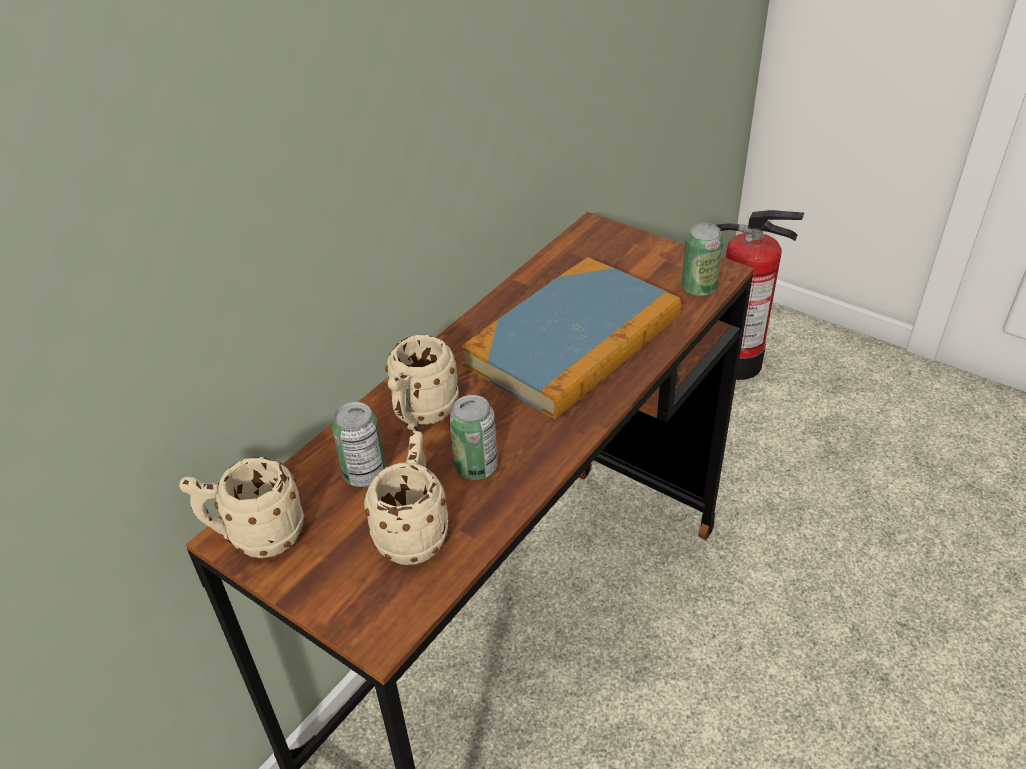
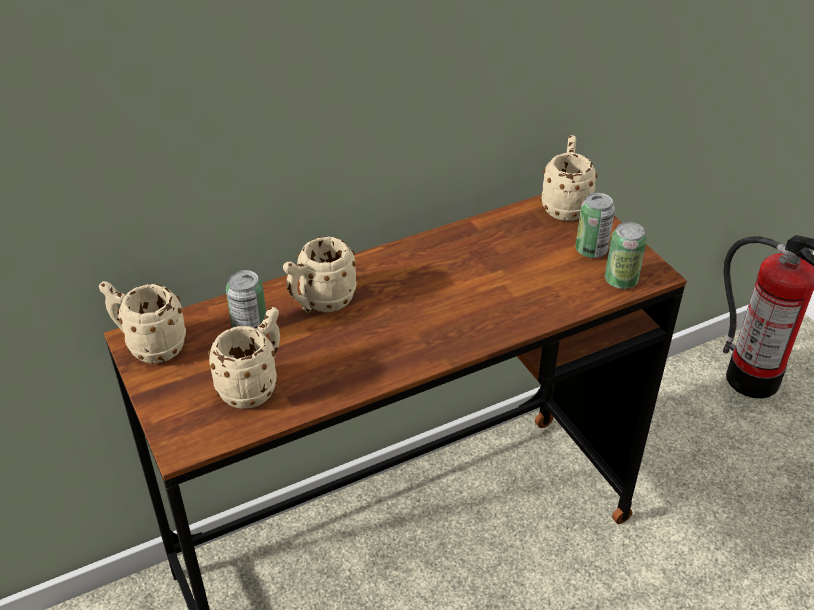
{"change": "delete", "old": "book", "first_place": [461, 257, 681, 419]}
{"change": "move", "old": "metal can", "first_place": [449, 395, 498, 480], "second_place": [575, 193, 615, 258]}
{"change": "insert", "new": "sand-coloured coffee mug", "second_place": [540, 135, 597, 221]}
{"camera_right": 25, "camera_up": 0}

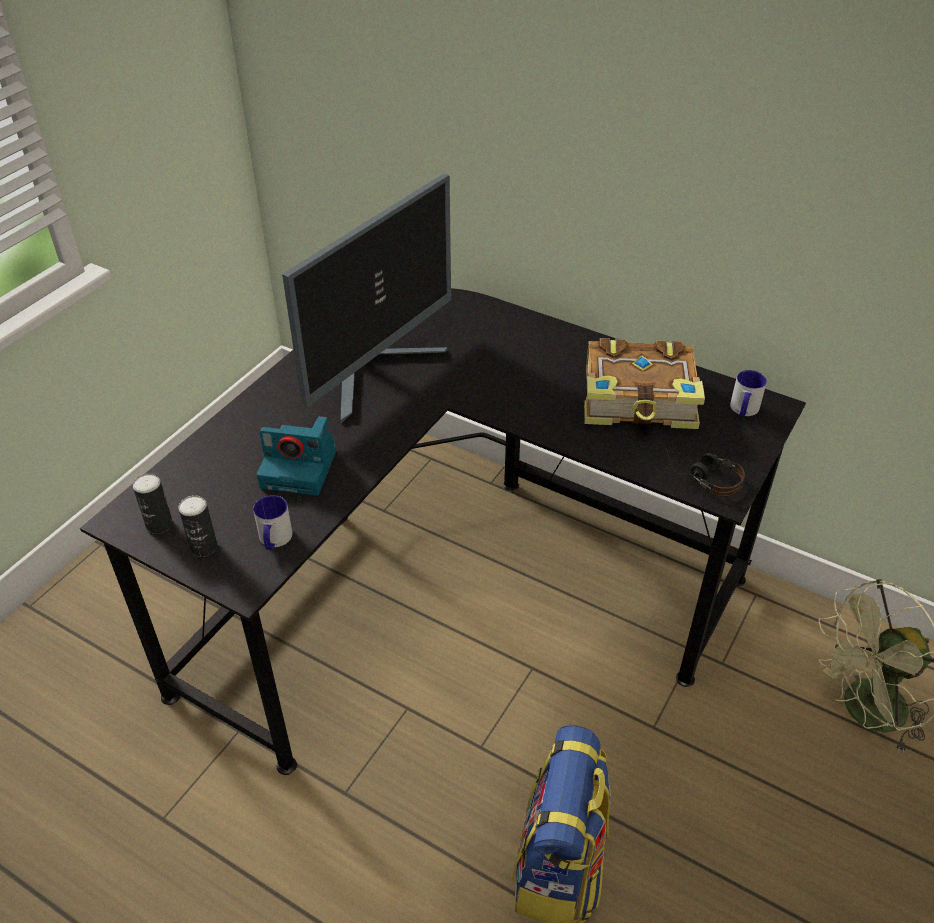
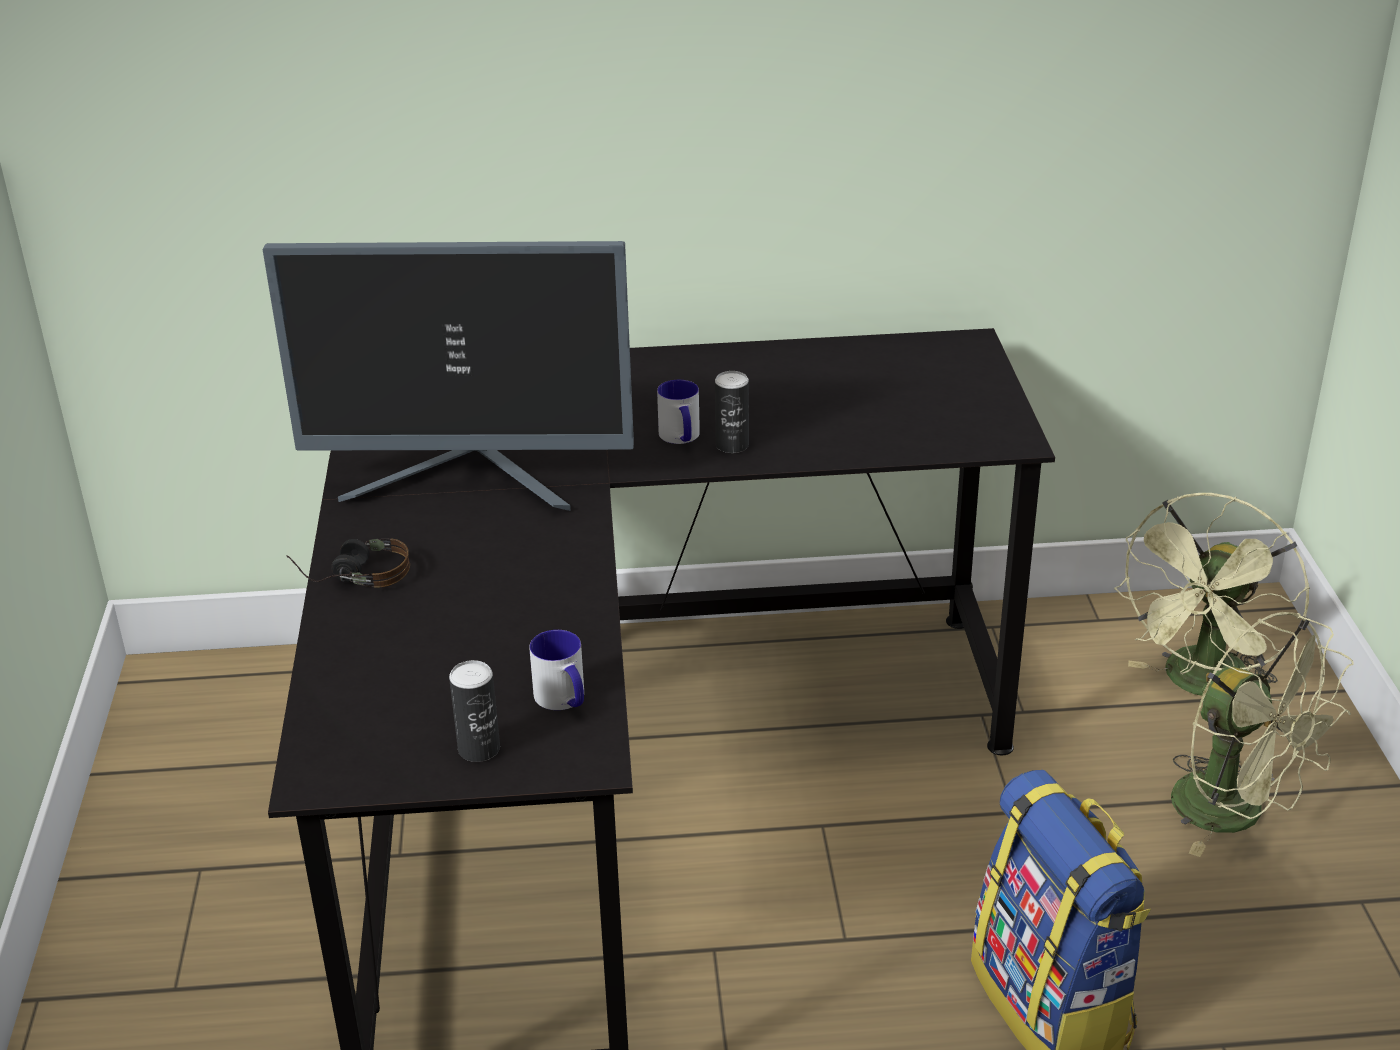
{"change": "rotate", "old": "computer screen", "first_place": [282, 174, 451, 423], "second_place": [263, 241, 634, 511], "degrees": 90}
{"change": "delete", "old": "book", "first_place": [584, 338, 705, 429]}
{"change": "move", "old": "coffee mug", "first_place": [730, 370, 767, 416], "second_place": [657, 380, 700, 444]}
{"change": "delete", "old": "still camera", "first_place": [257, 416, 336, 496]}
{"change": "move", "old": "headset", "first_place": [666, 449, 745, 496], "second_place": [286, 538, 410, 588]}
{"change": "move", "old": "metal can", "first_place": [133, 473, 173, 534], "second_place": [715, 371, 749, 453]}
{"change": "insert", "new": "green electric fan", "second_place": [1171, 612, 1354, 857]}
{"camera_right": -35, "camera_up": -10}

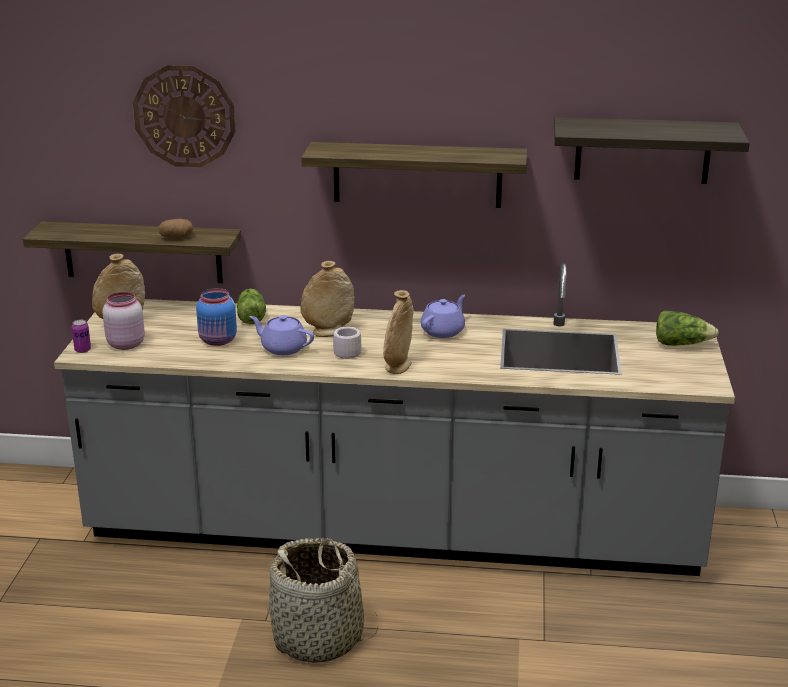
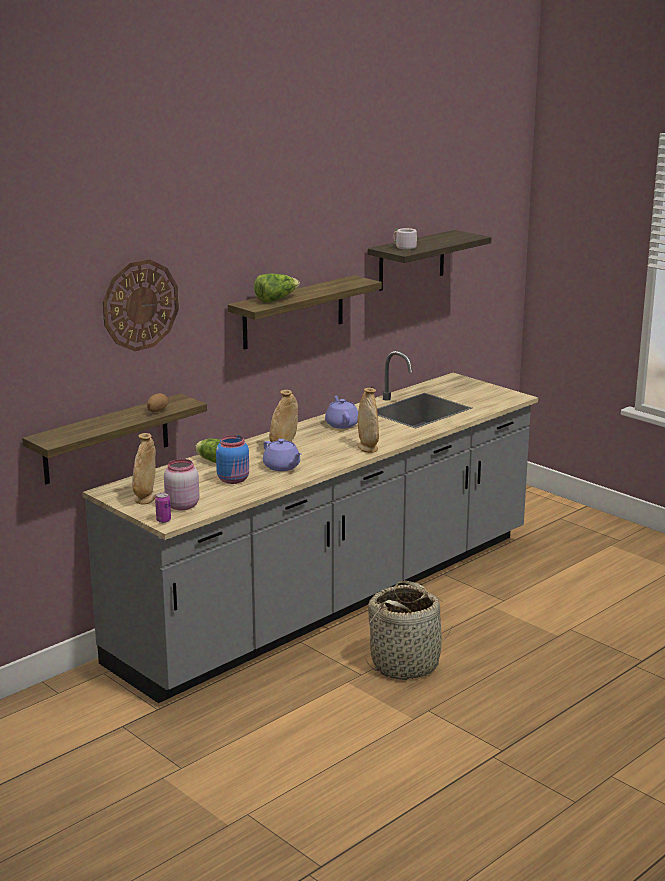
{"change": "move", "old": "lettuce head", "first_place": [656, 310, 719, 346], "second_place": [254, 274, 300, 302]}
{"change": "rotate", "old": "purple pot for tea", "first_place": [249, 315, 314, 355], "second_place": [263, 439, 302, 471], "degrees": -105}
{"change": "move", "old": "grey coffee mug", "first_place": [333, 327, 361, 359], "second_place": [393, 228, 417, 252]}
{"camera_right": -50, "camera_up": -5}

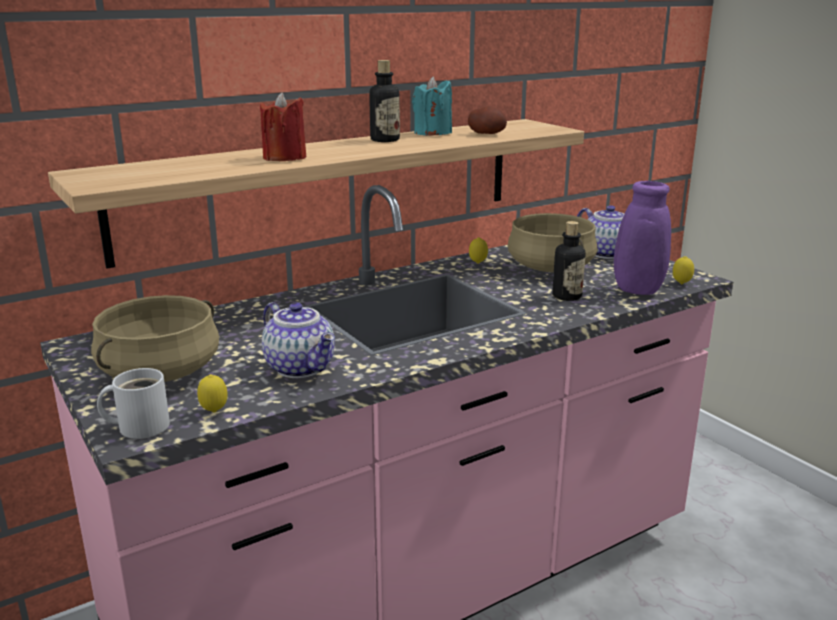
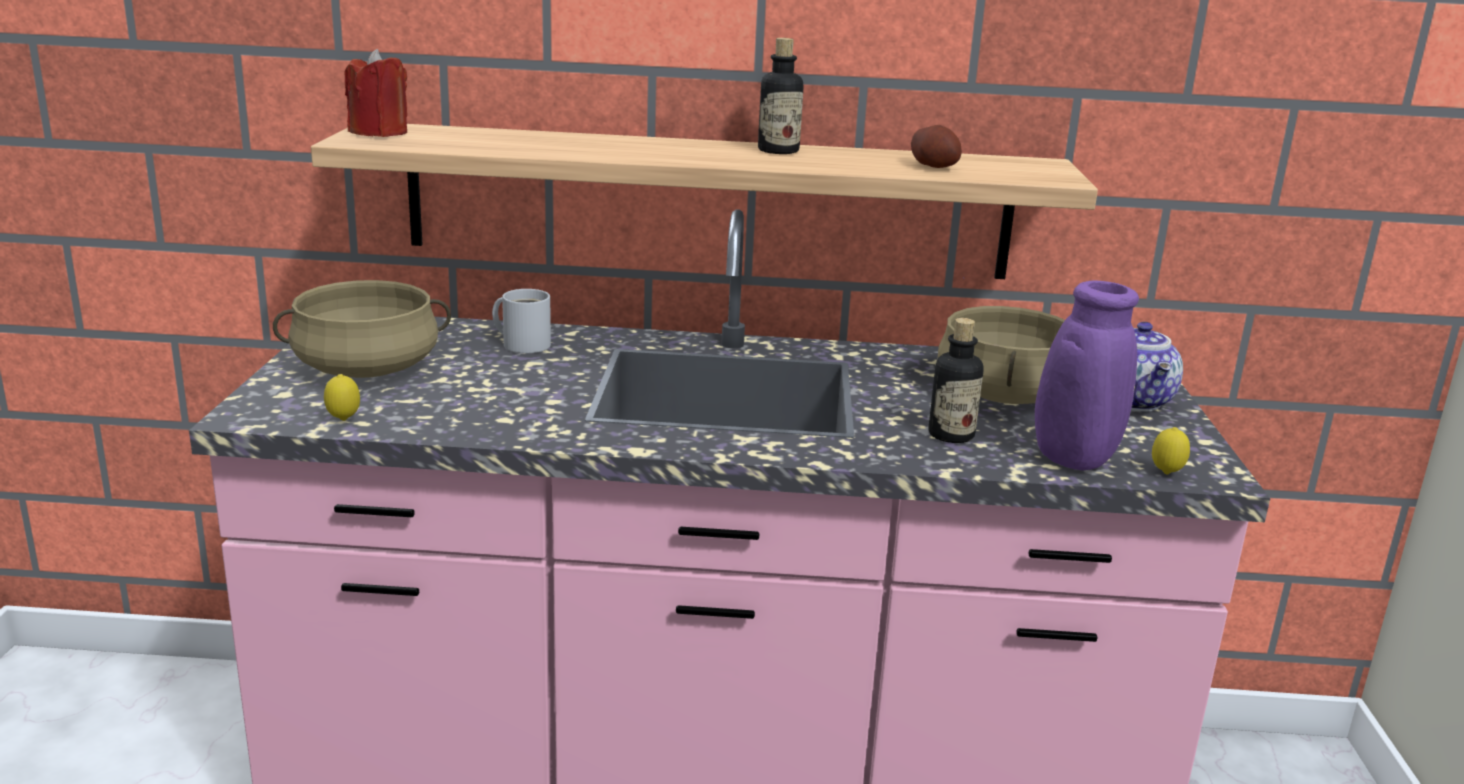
{"change": "delete", "old": "turquoise-coloured candle", "first_place": [412, 76, 452, 136]}
{"change": "move", "old": "red-coloured candle", "first_place": [260, 92, 307, 161], "second_place": [345, 49, 407, 137]}
{"change": "delete", "old": "whole lemon", "first_place": [469, 237, 488, 264]}
{"change": "delete", "old": "pot for tea", "first_place": [262, 302, 335, 378]}
{"change": "move", "old": "whitish coffee mug", "first_place": [97, 368, 170, 439], "second_place": [492, 289, 551, 353]}
{"camera_right": 35, "camera_up": 0}

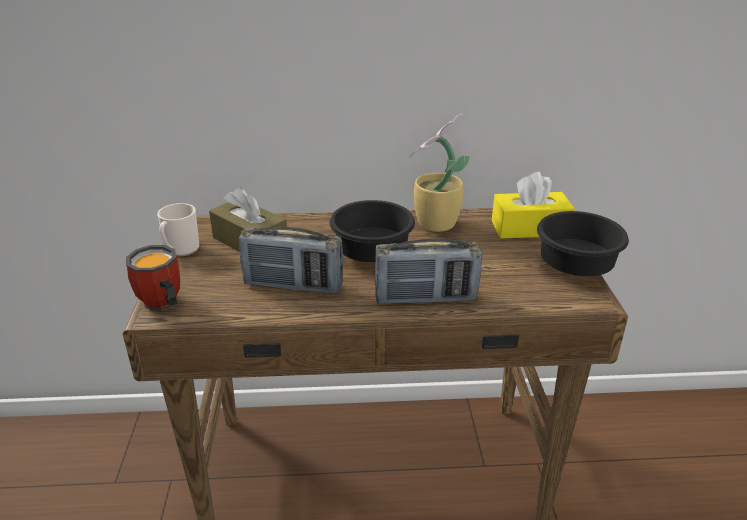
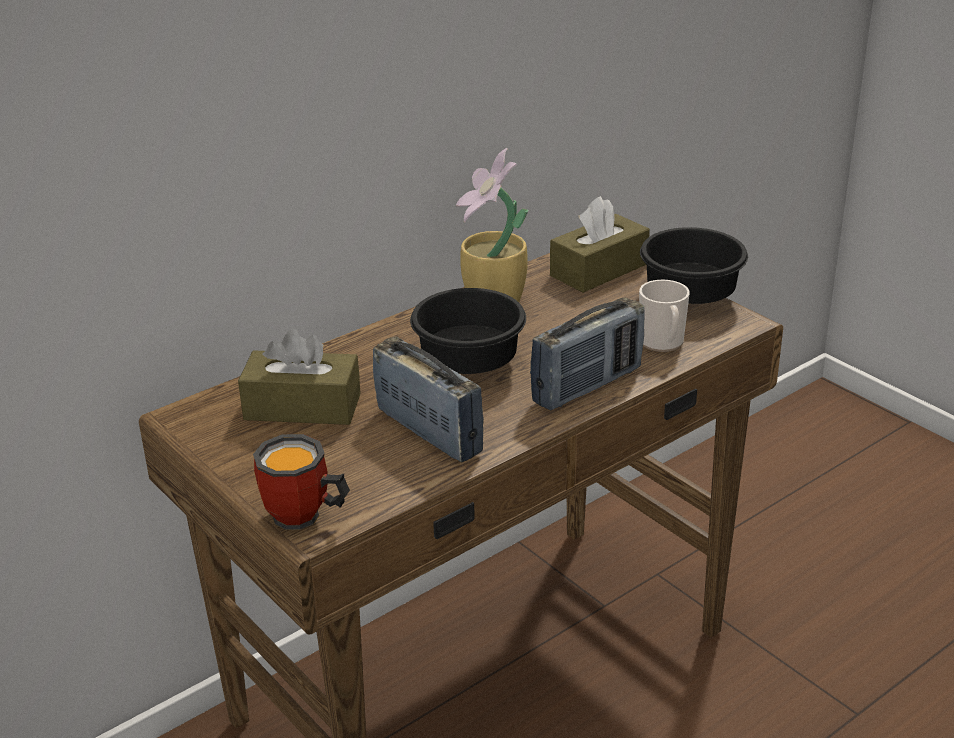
{"change": "recolor", "old": "yellow tissue box", "new": "brown tissue box", "first_place": [492, 172, 575, 239], "second_place": [550, 196, 650, 293]}
{"change": "move", "old": "coffee mug", "first_place": [157, 203, 199, 256], "second_place": [639, 280, 690, 352]}
{"change": "rotate", "old": "radio receiver", "first_place": [239, 227, 343, 294], "second_place": [373, 336, 484, 463], "degrees": -105}
{"camera_right": -35, "camera_up": 0}

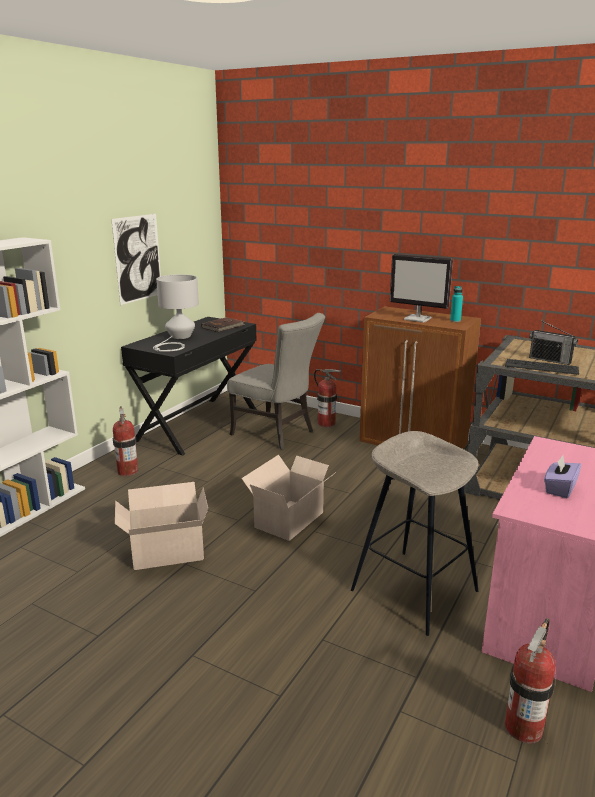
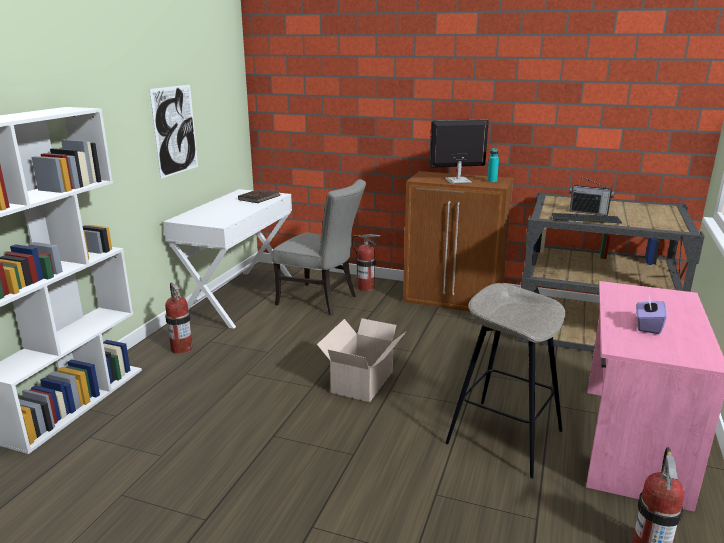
{"change": "rotate", "old": "computer screen", "first_place": [390, 254, 453, 322], "second_place": [429, 119, 489, 183], "degrees": 150}
{"change": "delete", "old": "grey lamp for a table", "first_place": [153, 274, 199, 352]}
{"change": "recolor", "old": "black desk unit", "new": "whitish desk unit", "first_place": [121, 317, 257, 456], "second_place": [163, 189, 292, 329]}
{"change": "delete", "old": "cardboard box", "first_place": [115, 482, 208, 570]}
{"camera_right": -10, "camera_up": 0}

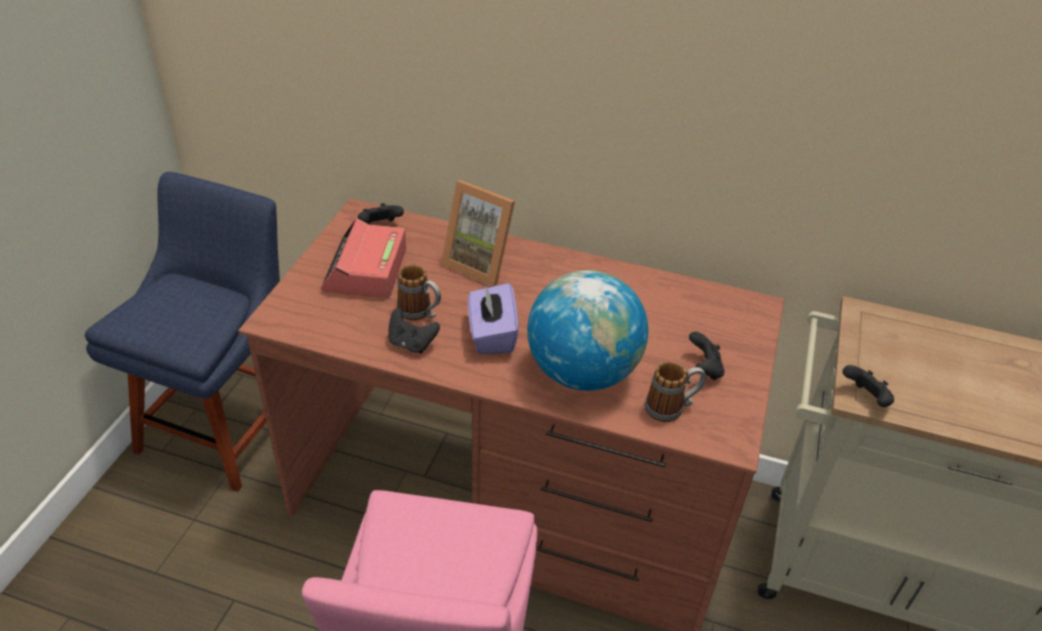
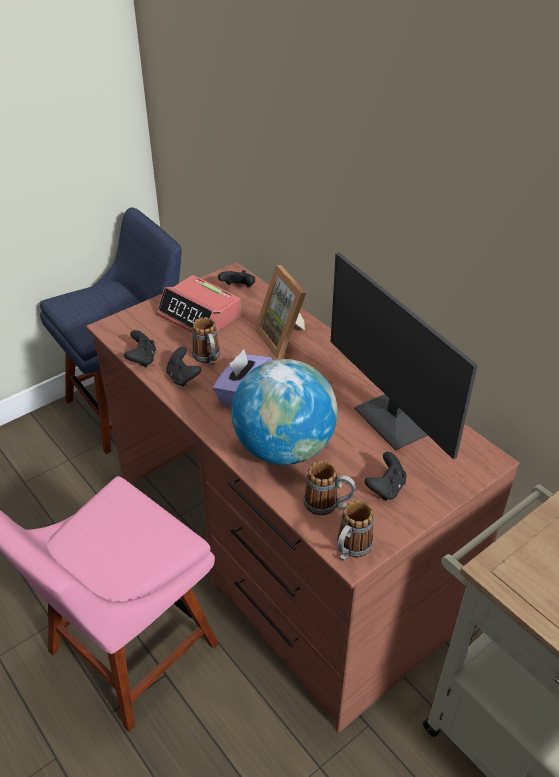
{"change": "rotate", "old": "table clock", "first_place": [321, 218, 406, 298], "second_place": [157, 275, 241, 332], "degrees": -90}
{"change": "move", "old": "black gamepad", "first_place": [843, 365, 894, 407], "second_place": [124, 330, 156, 367]}
{"change": "insert", "new": "computer screen", "second_place": [331, 252, 478, 459]}
{"change": "insert", "new": "coffee mug", "second_place": [337, 500, 374, 561]}
{"camera_right": 35, "camera_up": 0}

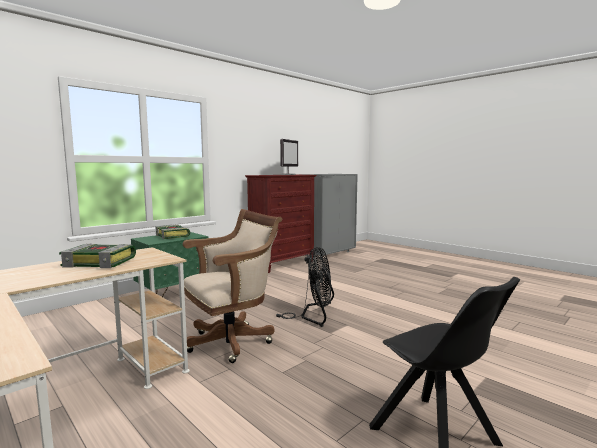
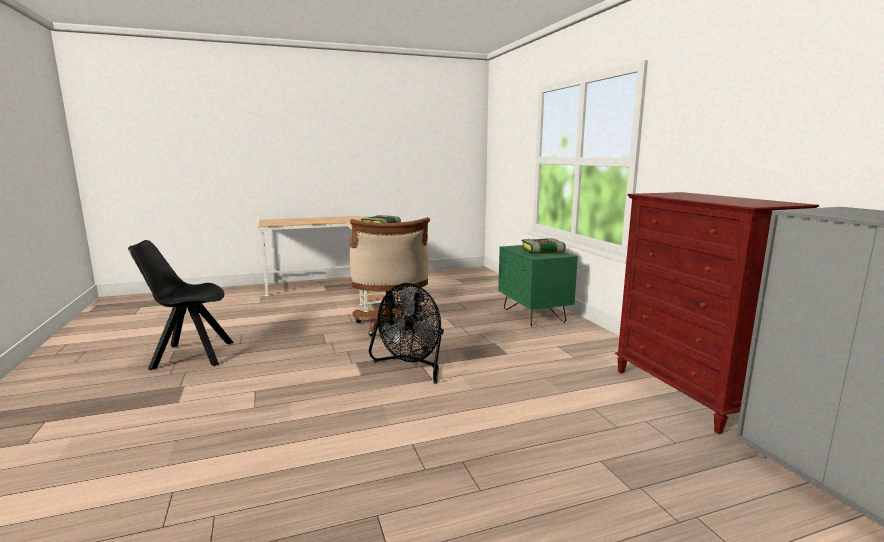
{"change": "delete", "old": "computer screen", "first_place": [280, 139, 298, 175]}
{"camera_right": 115, "camera_up": 5}

